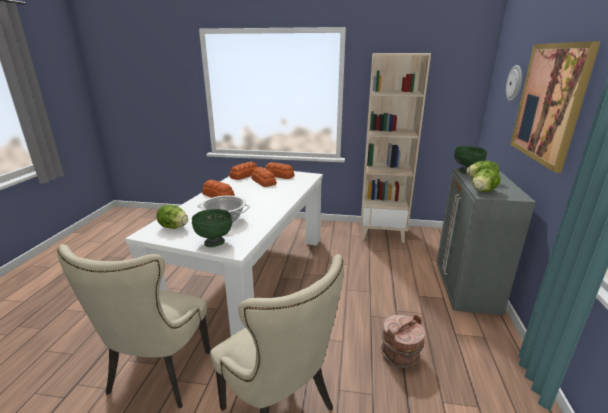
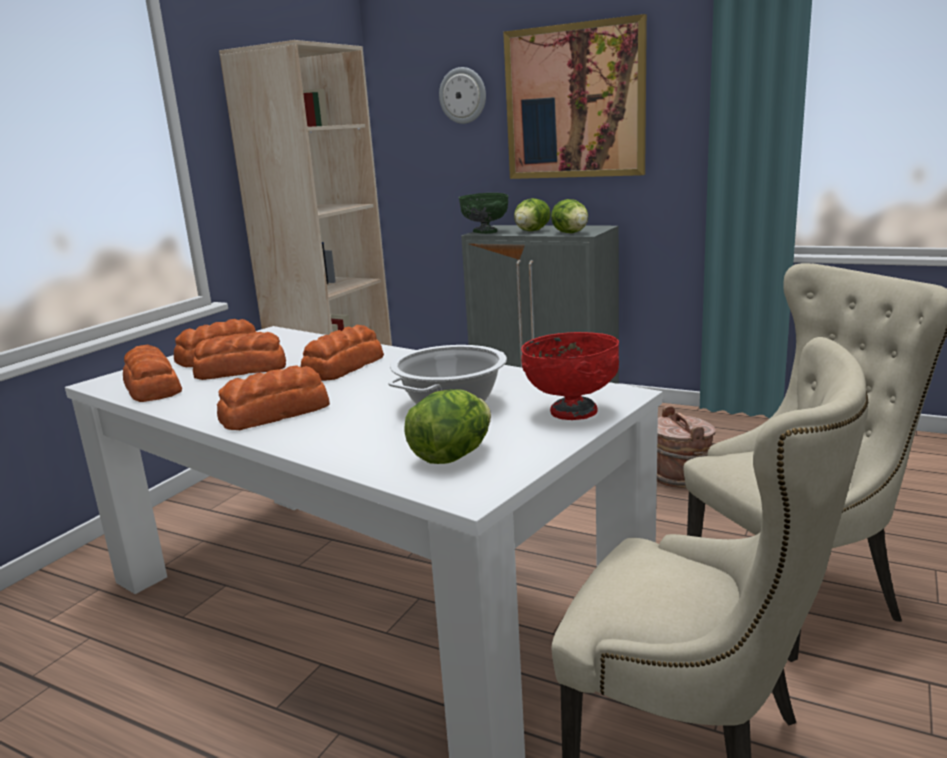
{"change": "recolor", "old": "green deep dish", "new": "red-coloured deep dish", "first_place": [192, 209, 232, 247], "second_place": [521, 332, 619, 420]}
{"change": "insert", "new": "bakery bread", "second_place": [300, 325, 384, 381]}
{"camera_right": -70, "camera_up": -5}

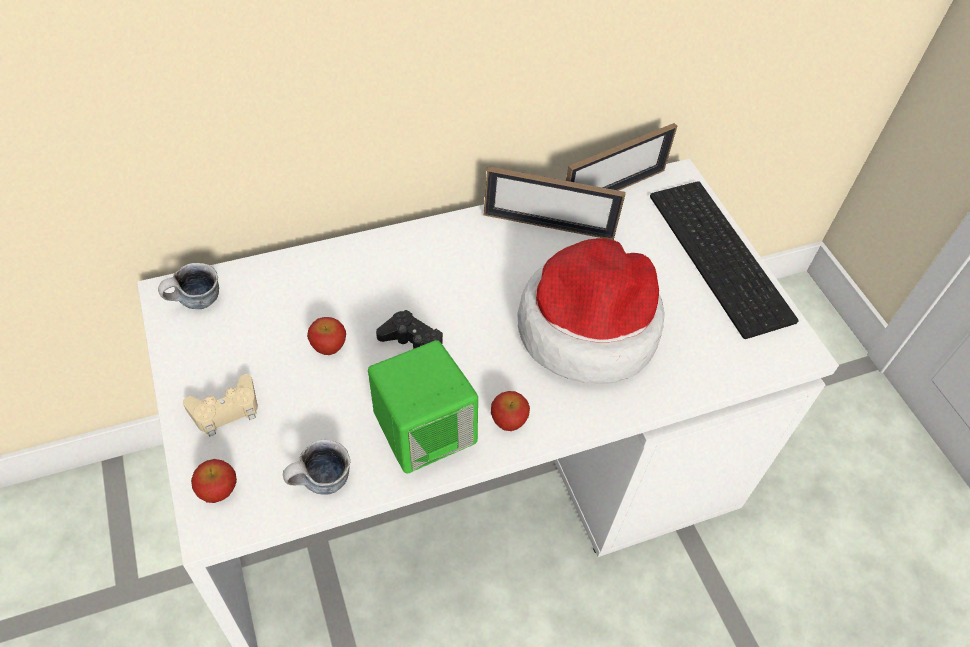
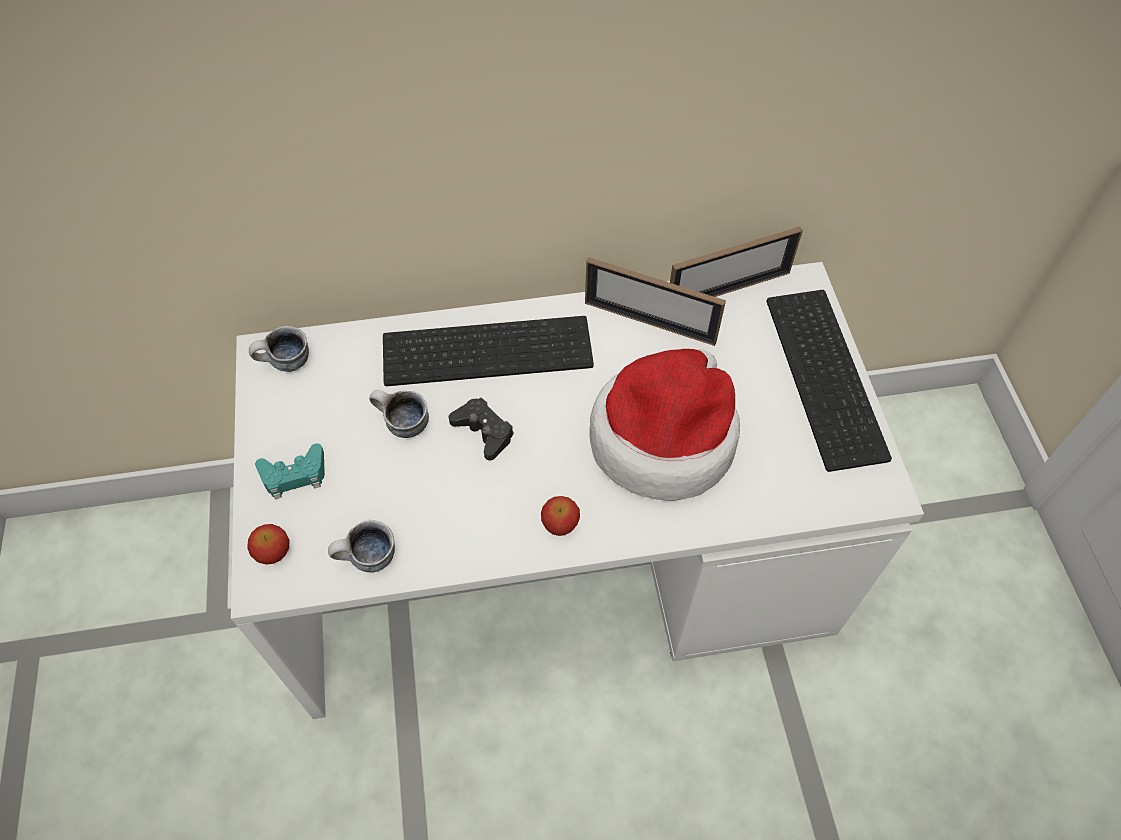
{"change": "replace", "old": "whole apple", "new": "coffee mug", "first_place": [307, 317, 346, 355], "second_place": [369, 390, 429, 438]}
{"change": "delete", "old": "green audio speaker", "first_place": [368, 340, 478, 474]}
{"change": "recolor", "old": "sand-coloured gamepad", "new": "turquoise-coloured gamepad", "first_place": [183, 374, 258, 437], "second_place": [255, 443, 325, 499]}
{"change": "insert", "new": "PC keyboard", "second_place": [383, 316, 594, 386]}
{"camera_right": 15, "camera_up": 5}

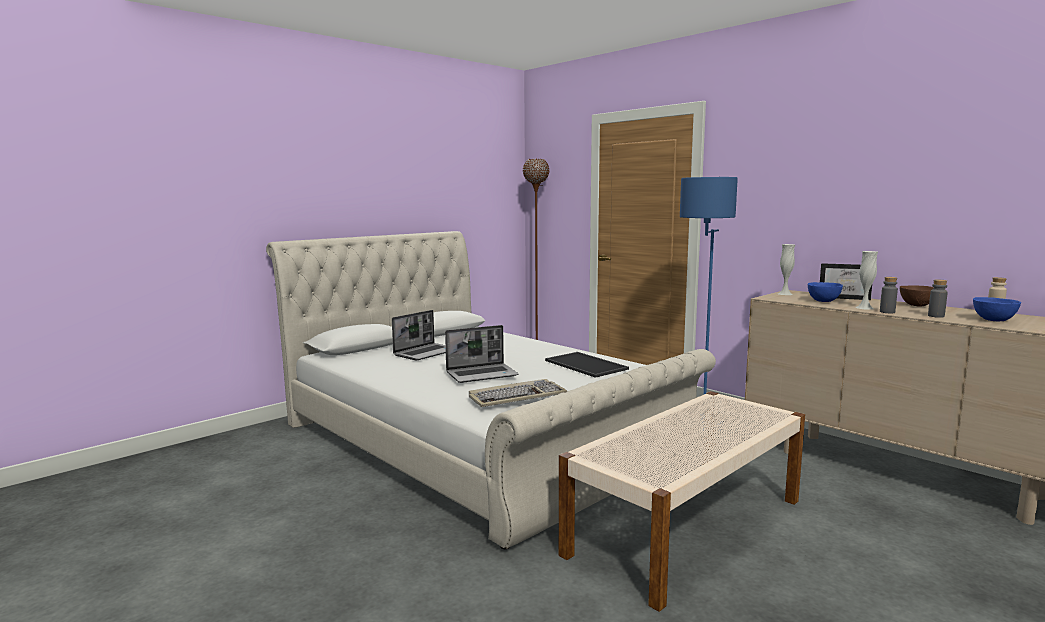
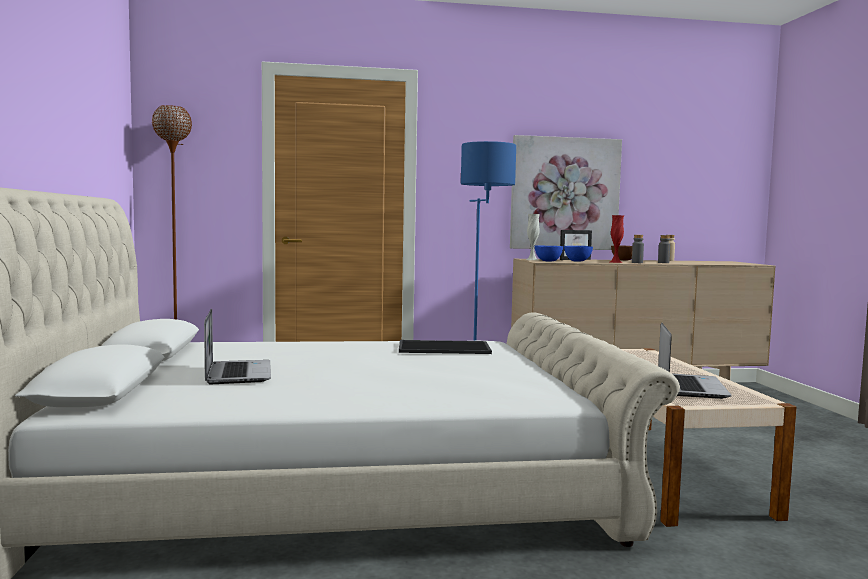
{"change": "recolor", "old": "whitish decorative vase", "new": "red-coloured decorative vase", "first_place": [856, 251, 878, 310], "second_place": [610, 215, 624, 263]}
{"change": "move", "old": "blue-coloured deep dish", "first_place": [973, 297, 1021, 321], "second_place": [534, 245, 564, 261]}
{"change": "move", "old": "notebook computer", "first_place": [445, 325, 519, 383], "second_place": [658, 322, 732, 399]}
{"change": "delete", "old": "PC keyboard", "first_place": [469, 379, 567, 407]}
{"change": "insert", "new": "picture", "second_place": [510, 135, 622, 250]}
{"camera_right": -55, "camera_up": -5}

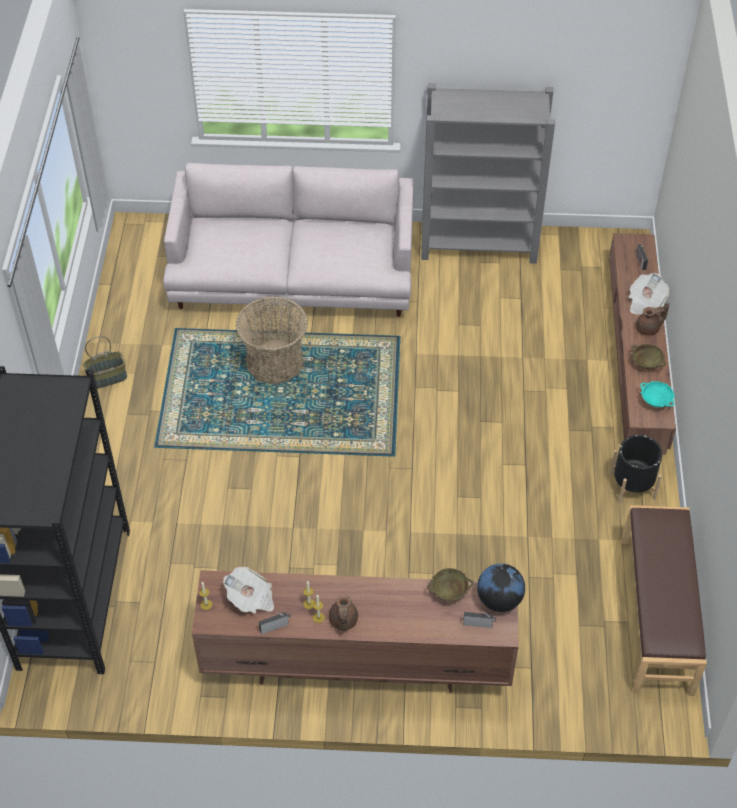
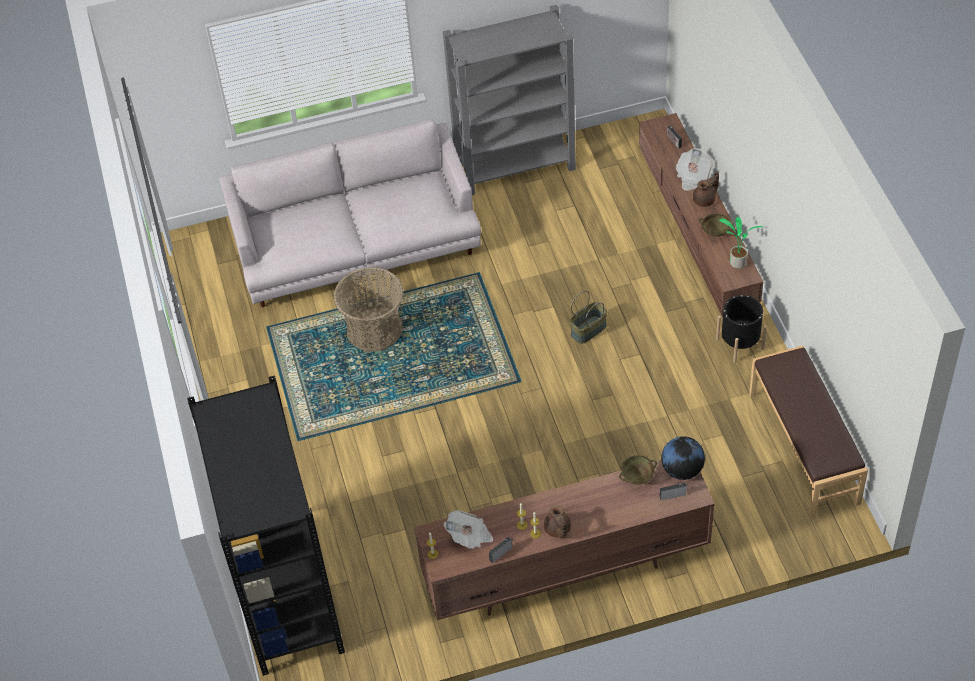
{"change": "move", "old": "household basket", "first_place": [83, 336, 127, 389], "second_place": [569, 290, 607, 344]}
{"change": "replace", "old": "turquoise-coloured deep dish", "new": "potted plant", "first_place": [640, 381, 675, 407], "second_place": [719, 217, 763, 269]}
{"camera_right": -15, "camera_up": 0}

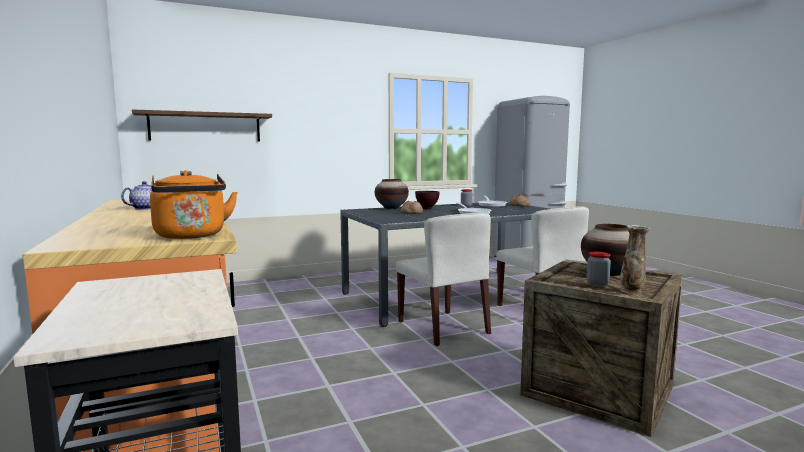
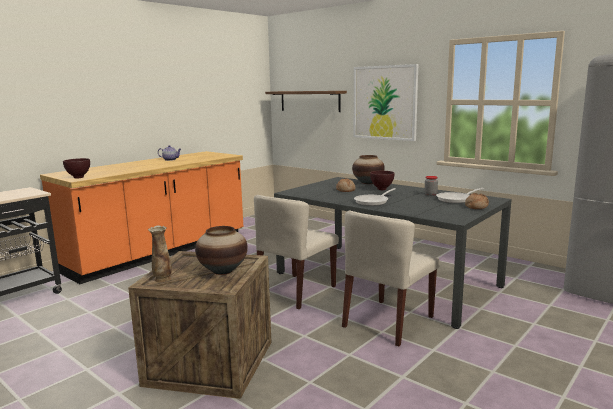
{"change": "replace", "old": "orange kettle", "new": "brown deep dish", "first_place": [150, 170, 238, 239], "second_place": [63, 158, 90, 179]}
{"change": "delete", "old": "preserve jar", "first_place": [587, 252, 611, 286]}
{"change": "insert", "new": "picture", "second_place": [354, 64, 418, 141]}
{"camera_right": 65, "camera_up": 5}

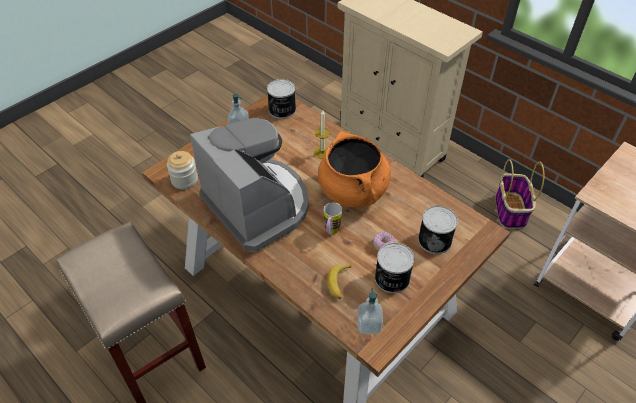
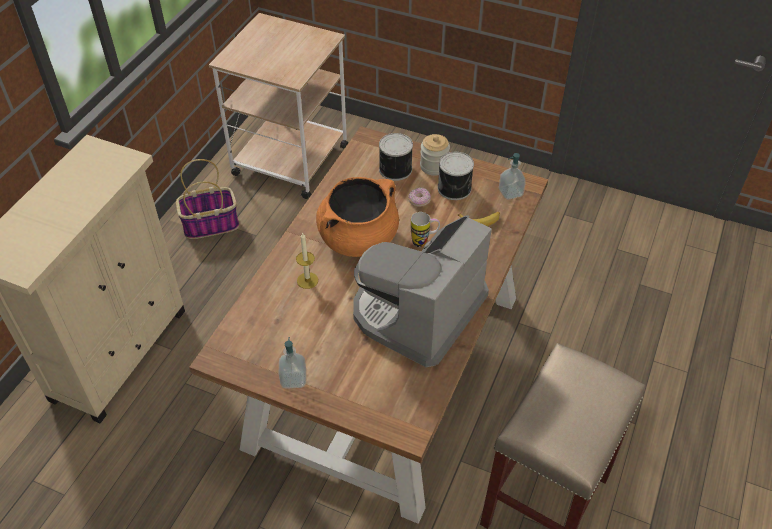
{"change": "delete", "old": "metal can", "first_place": [267, 79, 296, 119]}
{"change": "move", "old": "preserve jar", "first_place": [167, 151, 198, 189], "second_place": [420, 134, 450, 176]}
{"camera_right": -110, "camera_up": 0}

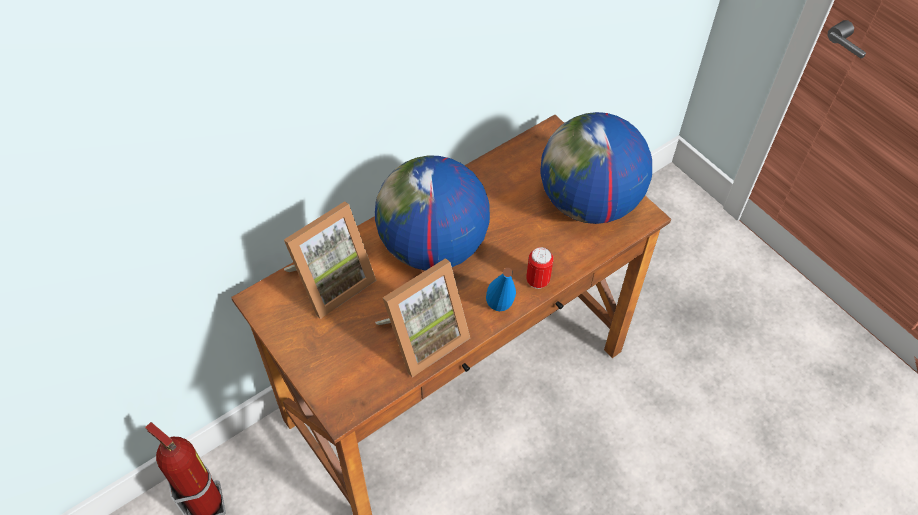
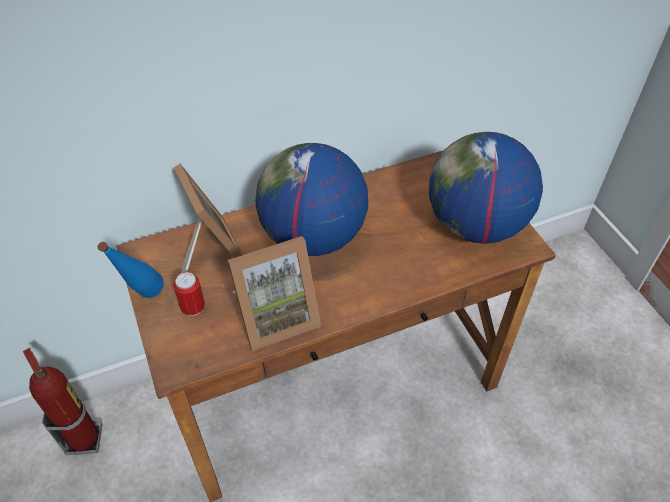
{"change": "rotate", "old": "standing frame", "first_place": [284, 201, 376, 319], "second_place": [174, 164, 243, 273], "degrees": -90}
{"change": "move", "old": "metal can", "first_place": [526, 247, 554, 289], "second_place": [173, 272, 205, 316]}
{"change": "move", "old": "blue-coloured beverage bottle", "first_place": [486, 268, 516, 311], "second_place": [98, 242, 164, 298]}
{"camera_right": 15, "camera_up": -5}

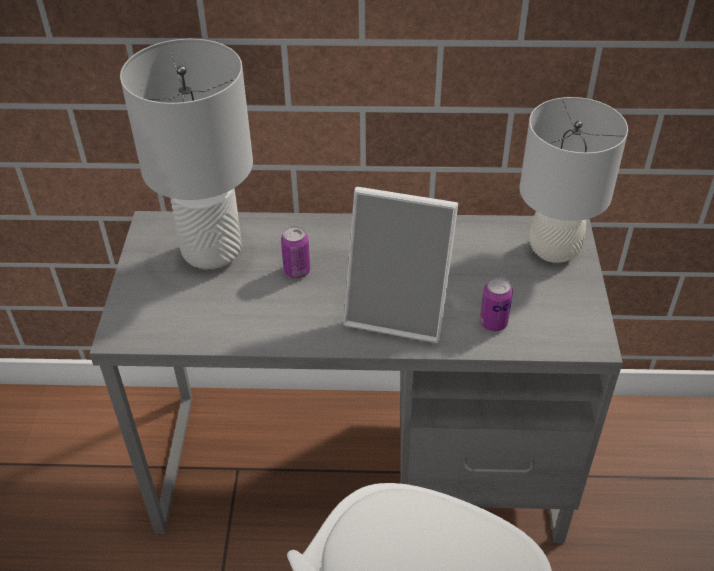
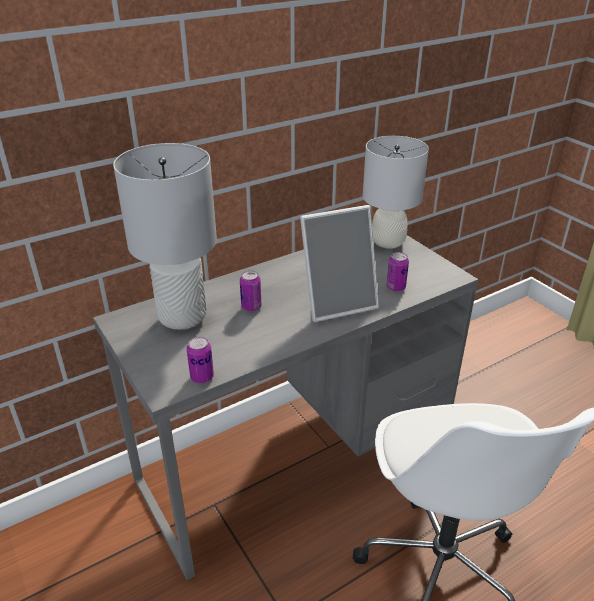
{"change": "insert", "new": "metal can", "second_place": [187, 337, 214, 383]}
{"camera_right": -35, "camera_up": -10}

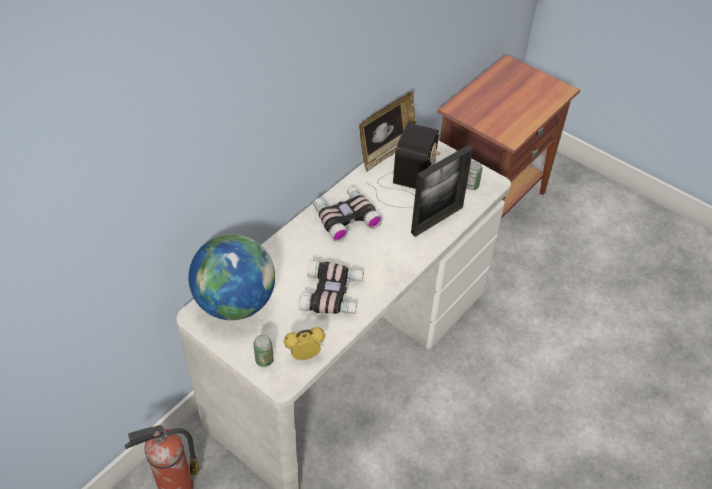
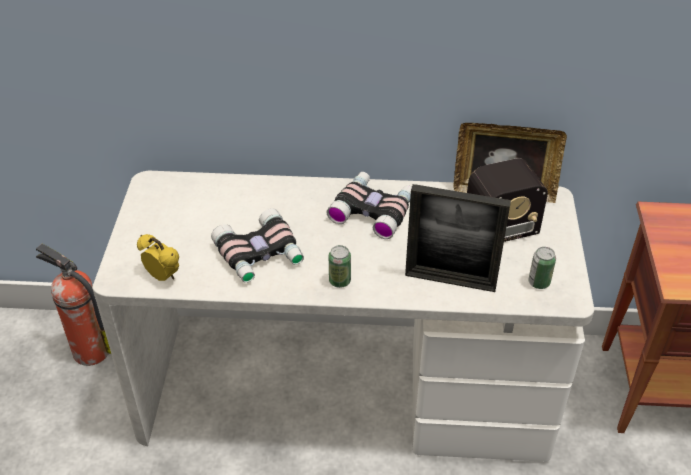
{"change": "delete", "old": "globe", "first_place": [189, 234, 275, 320]}
{"change": "move", "old": "metal can", "first_place": [253, 335, 274, 367], "second_place": [329, 245, 351, 288]}
{"camera_right": 55, "camera_up": -5}

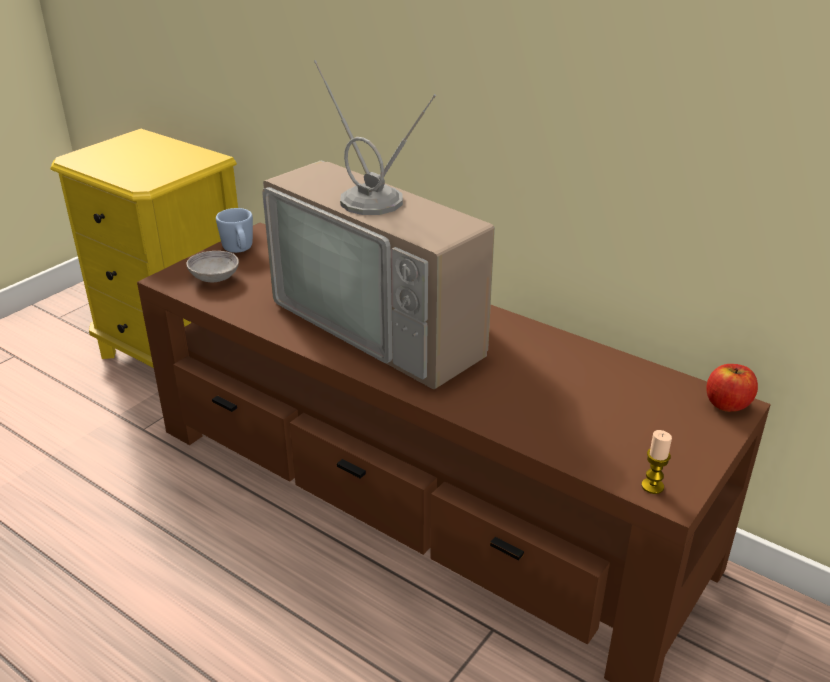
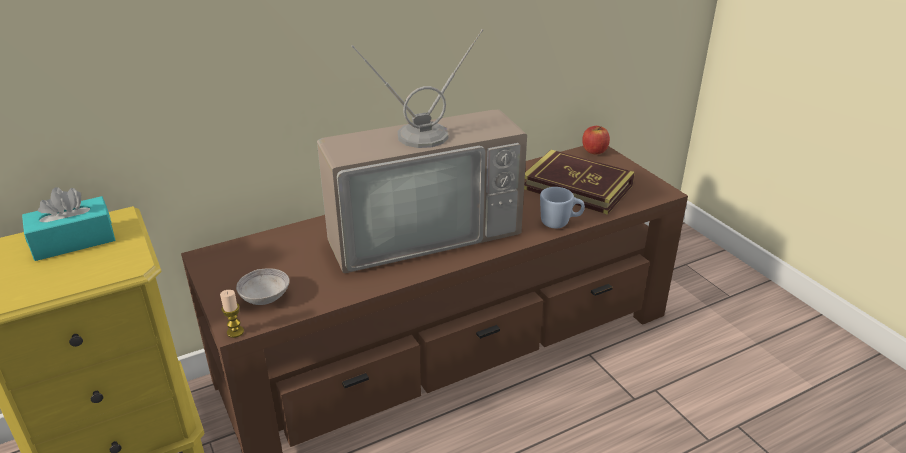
{"change": "move", "old": "blue-coloured coffee mug", "first_place": [216, 208, 253, 253], "second_place": [540, 187, 585, 228]}
{"change": "move", "old": "candle", "first_place": [641, 430, 672, 494], "second_place": [220, 290, 244, 338]}
{"change": "insert", "new": "book", "second_place": [524, 150, 635, 215]}
{"change": "insert", "new": "turquoise-coloured tissue box", "second_place": [22, 187, 115, 261]}
{"camera_right": -65, "camera_up": 0}

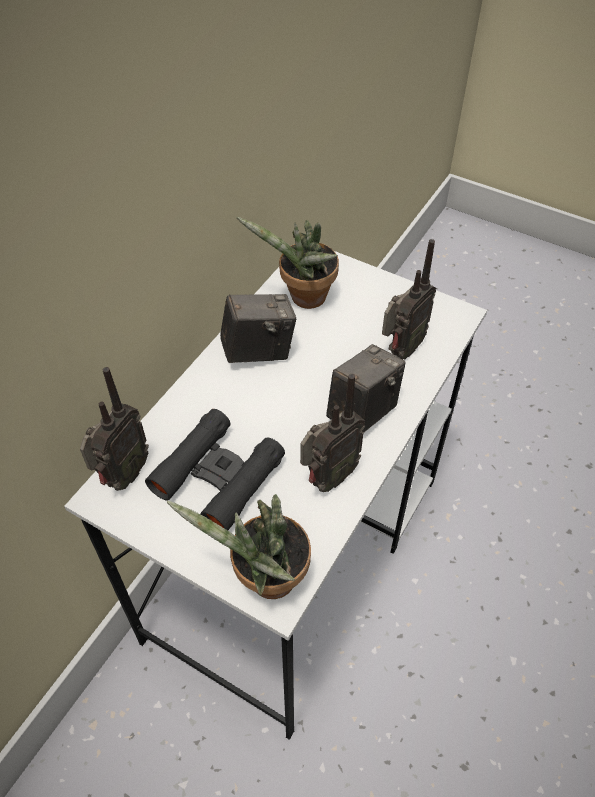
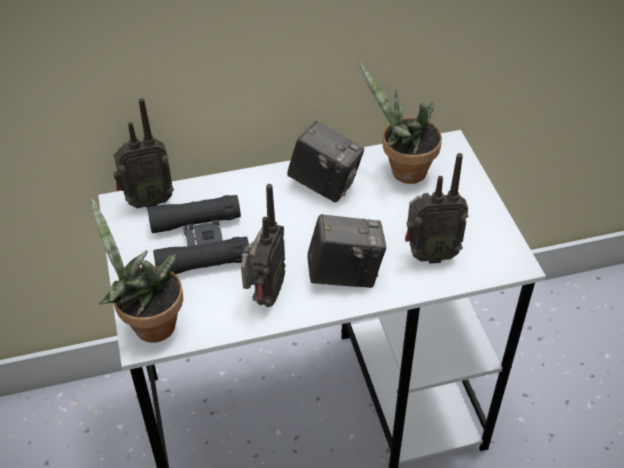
{"change": "rotate", "old": "radio receiver", "first_place": [300, 374, 365, 492], "second_place": [241, 184, 285, 307], "degrees": -75}
{"camera_right": 45, "camera_up": -5}

